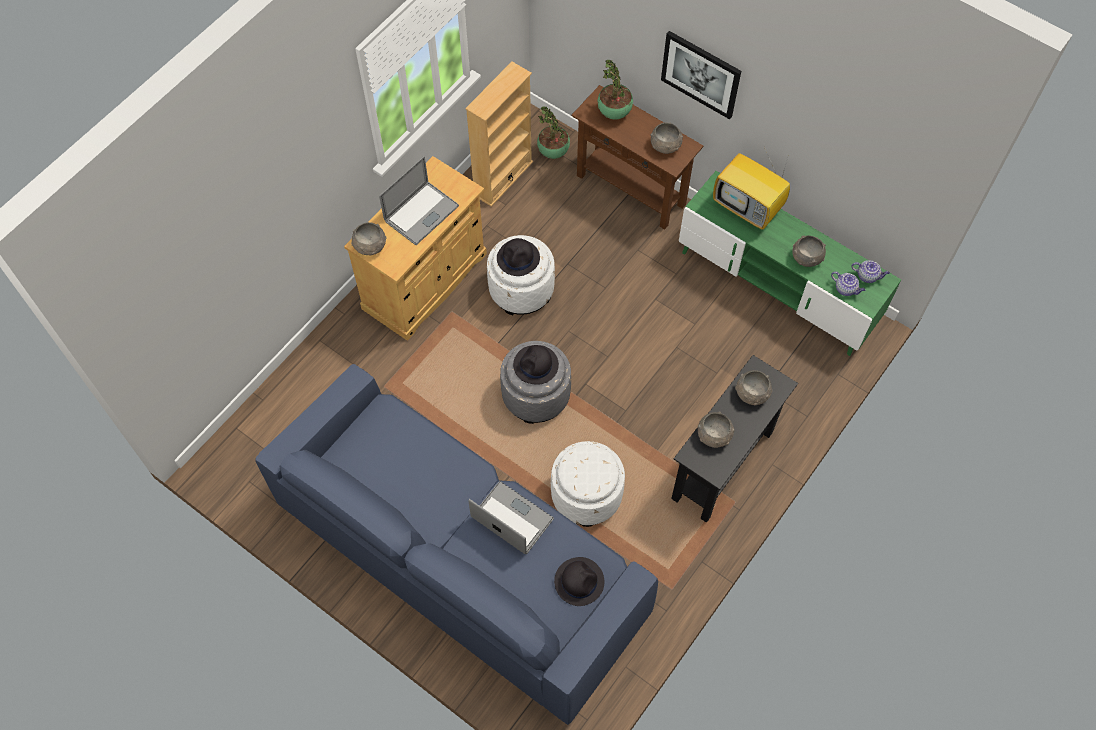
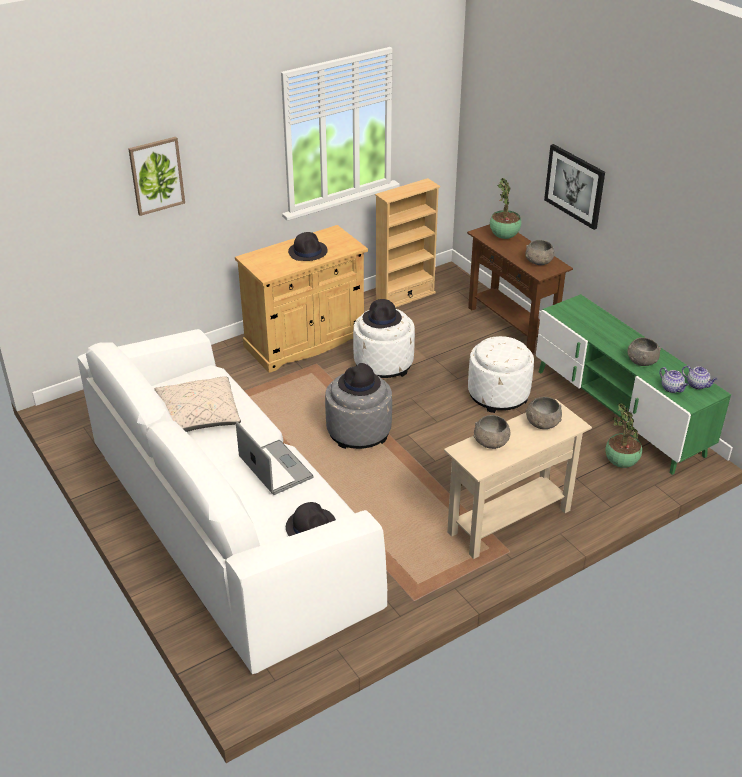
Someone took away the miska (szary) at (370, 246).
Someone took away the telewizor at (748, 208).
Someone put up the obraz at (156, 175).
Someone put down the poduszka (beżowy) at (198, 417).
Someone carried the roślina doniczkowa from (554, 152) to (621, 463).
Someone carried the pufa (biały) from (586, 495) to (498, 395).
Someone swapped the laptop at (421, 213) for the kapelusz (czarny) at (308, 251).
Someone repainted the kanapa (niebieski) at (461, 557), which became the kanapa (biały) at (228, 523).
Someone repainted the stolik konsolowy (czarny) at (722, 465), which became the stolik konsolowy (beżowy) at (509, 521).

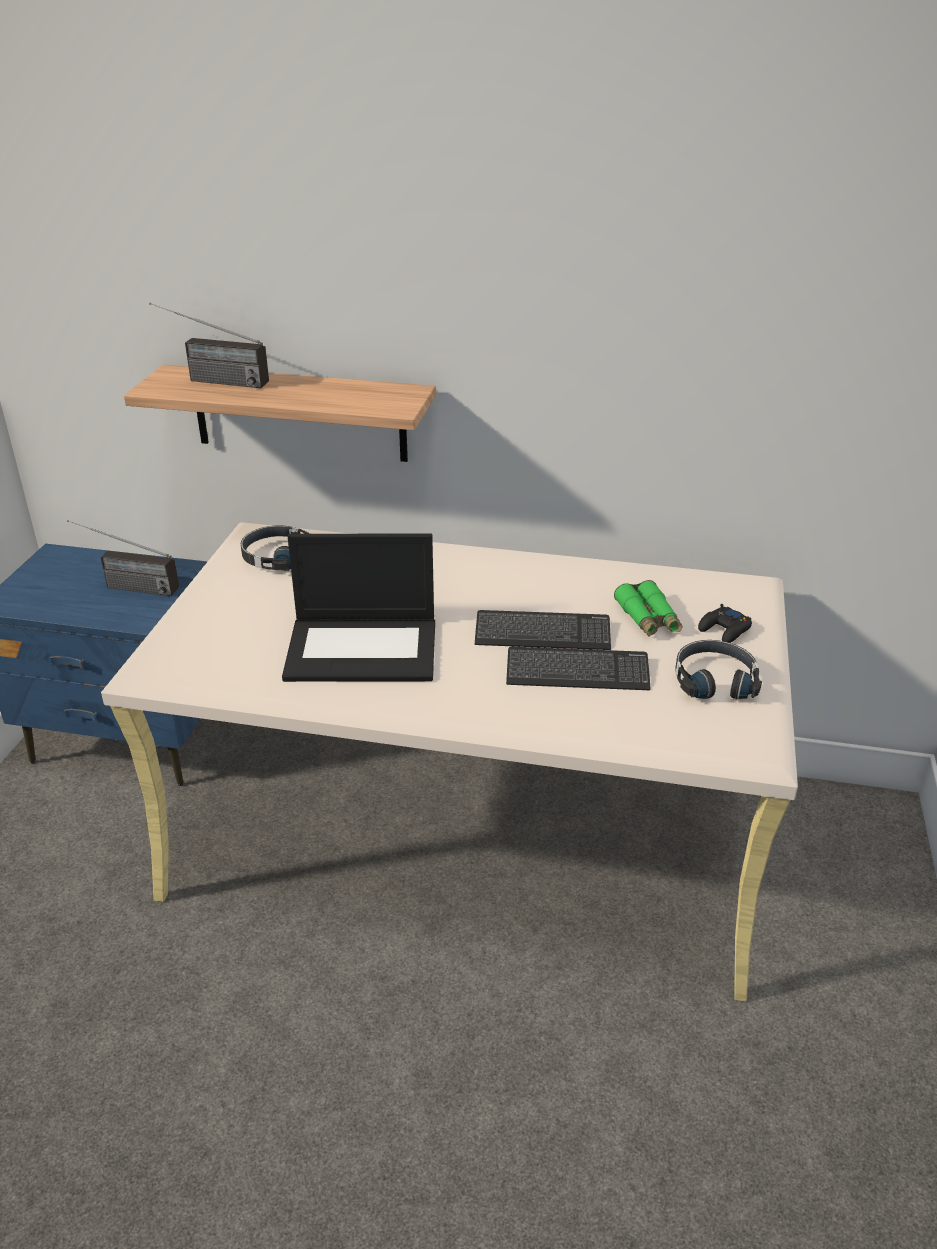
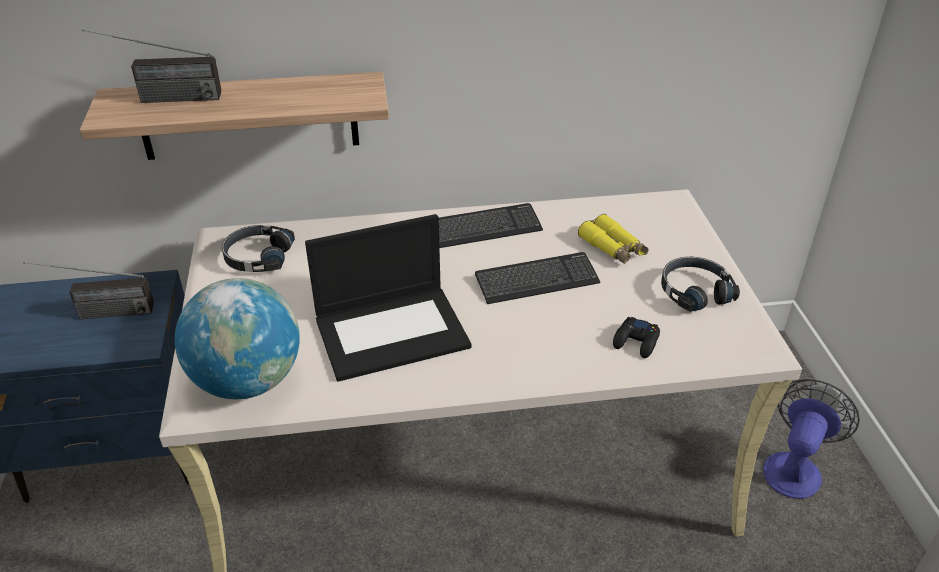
Someone put down the globus at (248, 381).
Someone put down the wentylator at (795, 467).
Someone carried the klawiatura from (577, 672) to (484, 228).
Someone carried the pad do gier (czarny) from (724, 630) to (636, 342).
Someone repainted the lornetka (zielony) at (648, 619), which became the lornetka (żółty) at (612, 248).

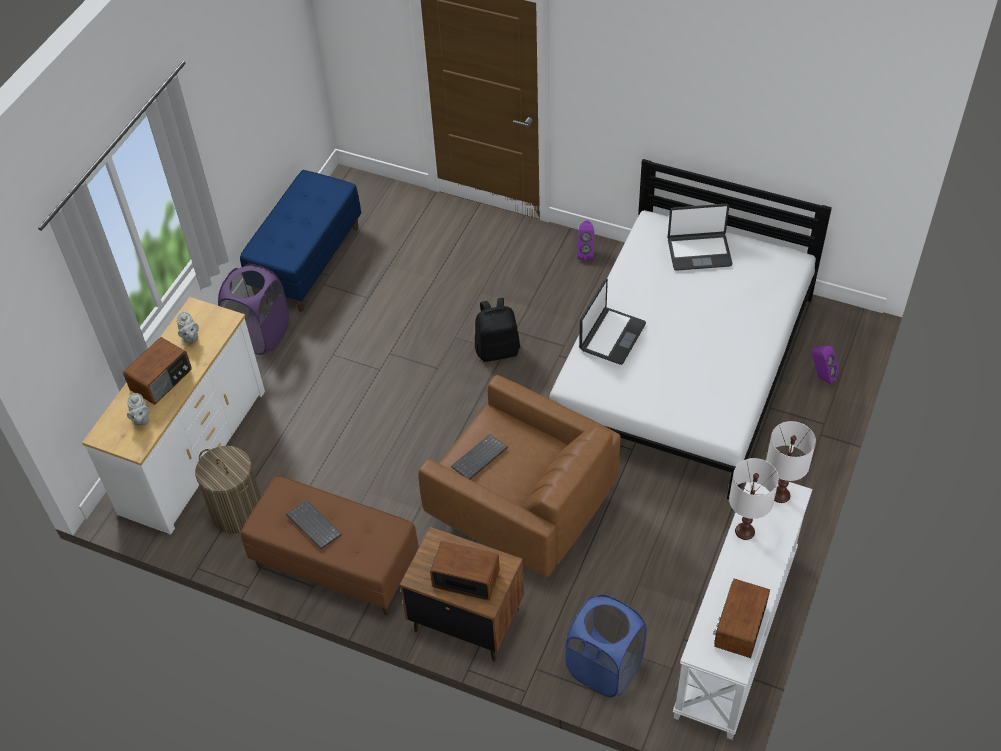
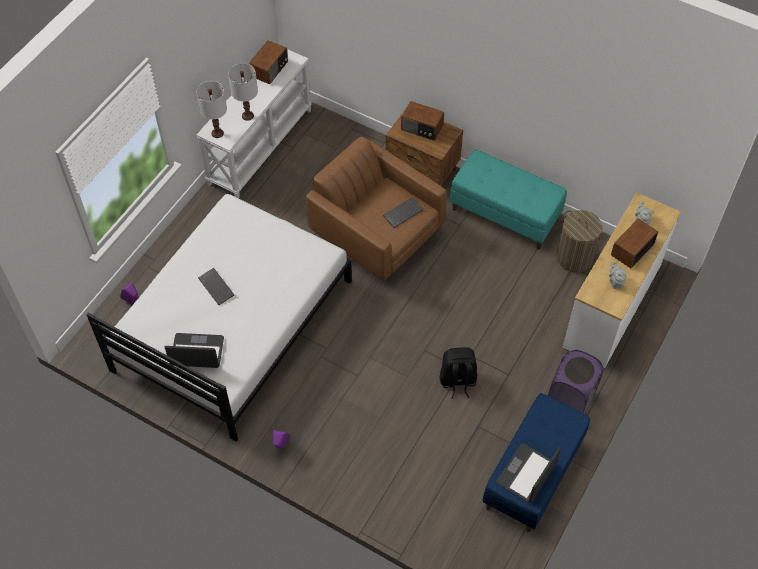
Someone took away the kosz na pranie (niebieski) at (604, 667).
Someone carried the klawiatura from (312, 525) to (217, 287).
Someone carried the plecak (czarny) from (497, 349) to (457, 381).
Someone carried the laptop from (611, 336) to (526, 474).
Someone repainted the ławka (brązowy) at (335, 565), which became the ławka (turkusowy) at (505, 214).

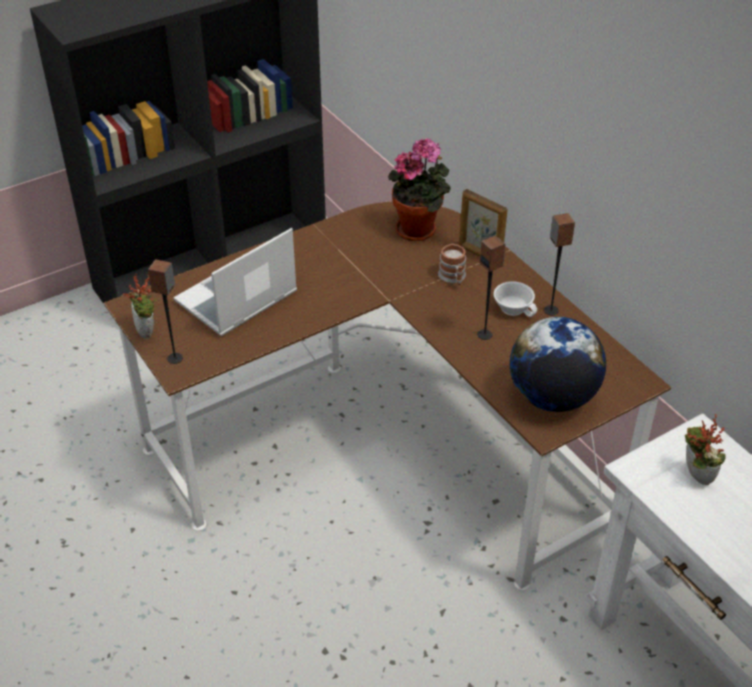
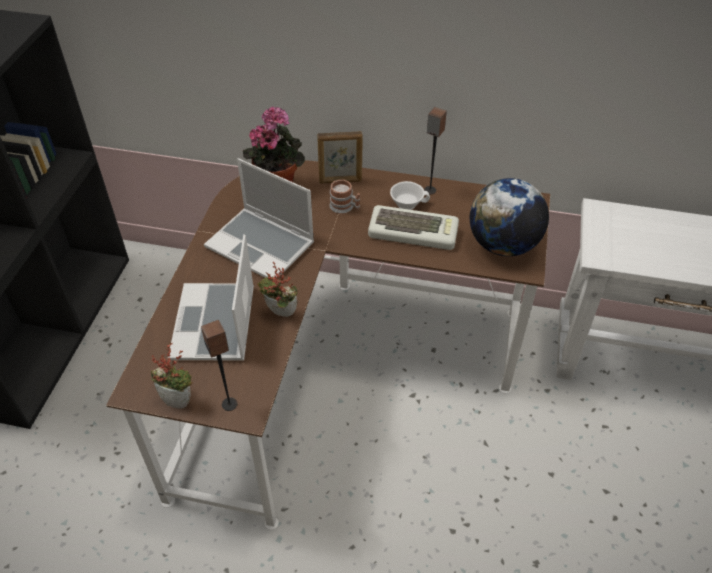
Someone put down the laptop at (262, 245).
Someone carried the roślina doniczkowa from (694, 476) to (280, 314).
Someone swapped the głośnik at (485, 334) for the klawiatura at (414, 232).

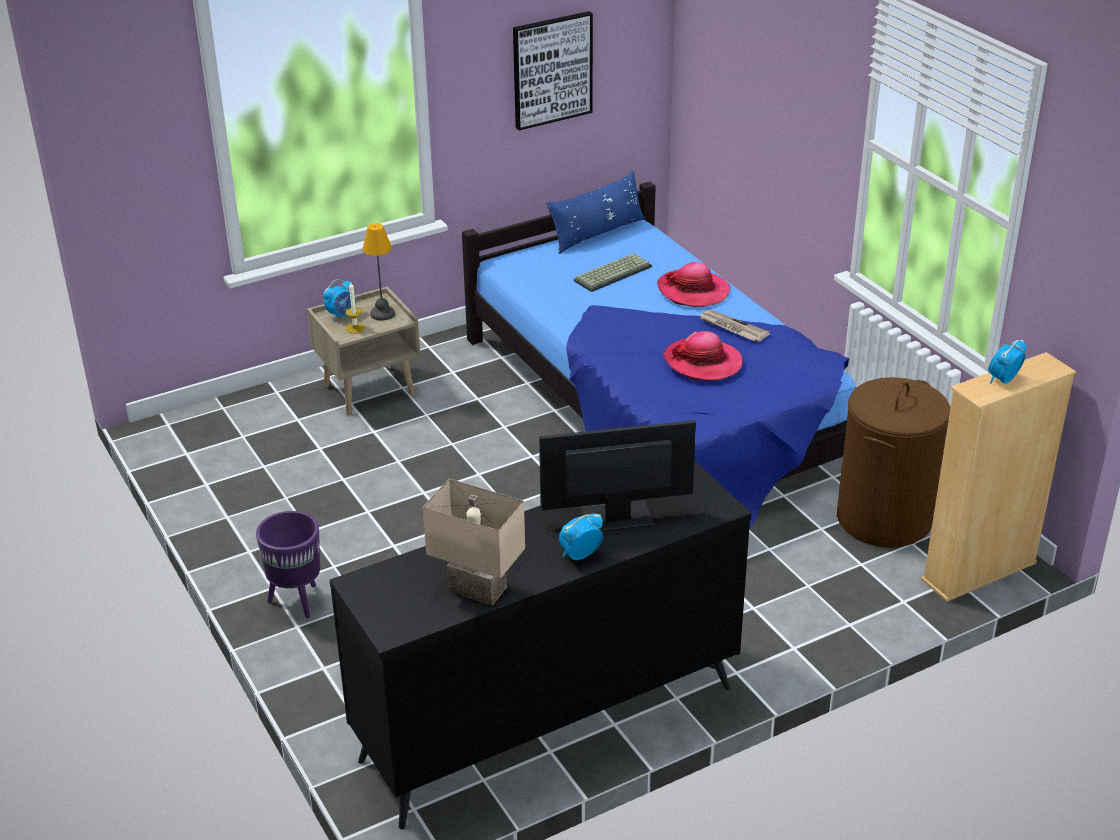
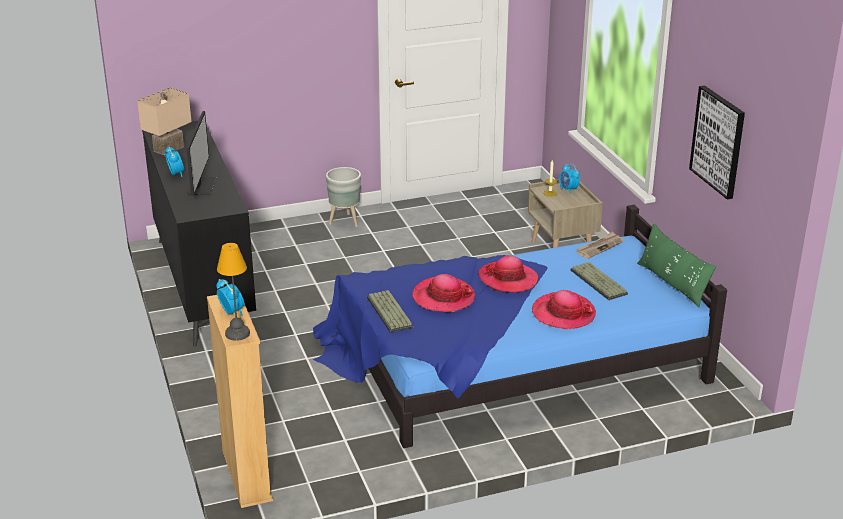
Someone took away the kosz na pranie (brązowy) at (884, 519).
Someone put down the klawiatura at (391, 312).
Someone put down the kapelusz at (508, 279).
Someone carried the lampa stołowa from (382, 313) to (238, 333).
Someone carried the gazeta from (732, 328) to (599, 247).
Someone repainted the donica (fioletowy) at (296, 601), which became the donica (szary) at (345, 221).
Someone repainted the poduszka (niebieski) at (597, 234), which became the poduszka (zielony) at (672, 283).

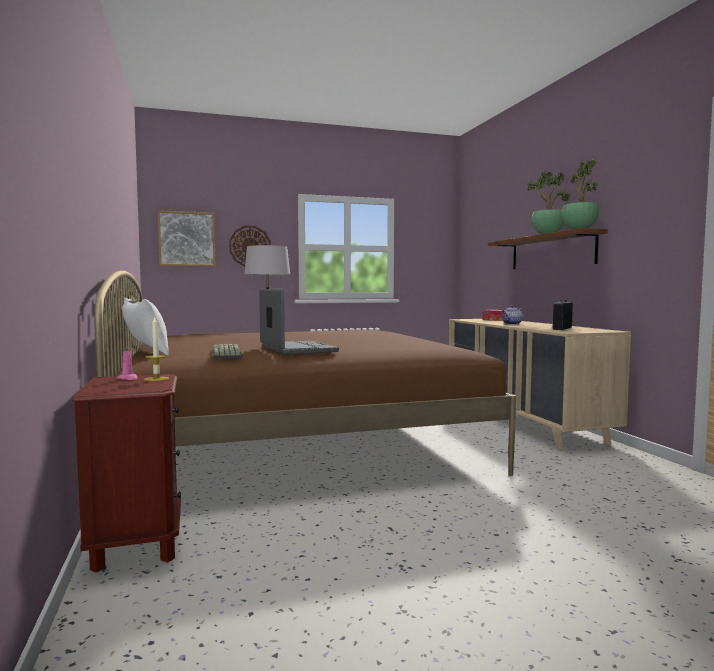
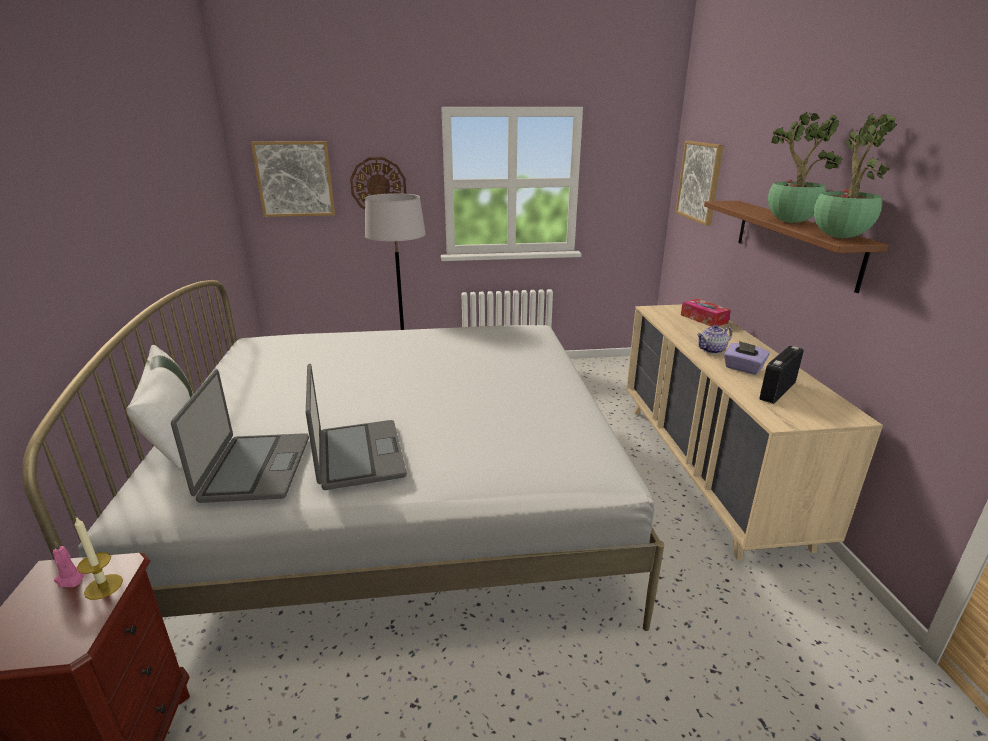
Someone put up the obraz at (699, 181).
Someone put down the pudełko chusteczek (fioletowy) at (743, 368).
Someone swapped the klawiatura at (225, 353) for the laptop at (254, 468).
Someone repainted the łóżko (brązowy) at (295, 443), which became the łóżko (biały) at (399, 500).

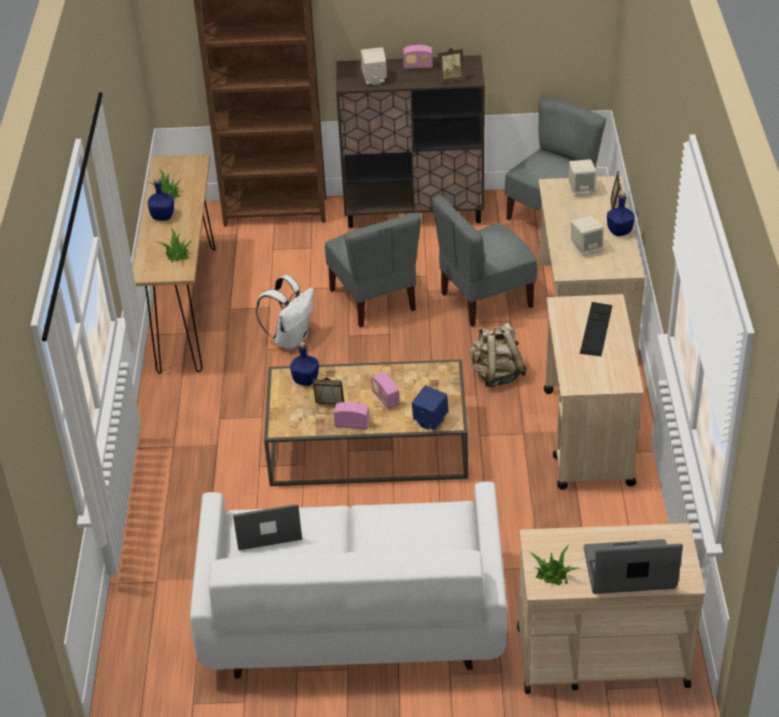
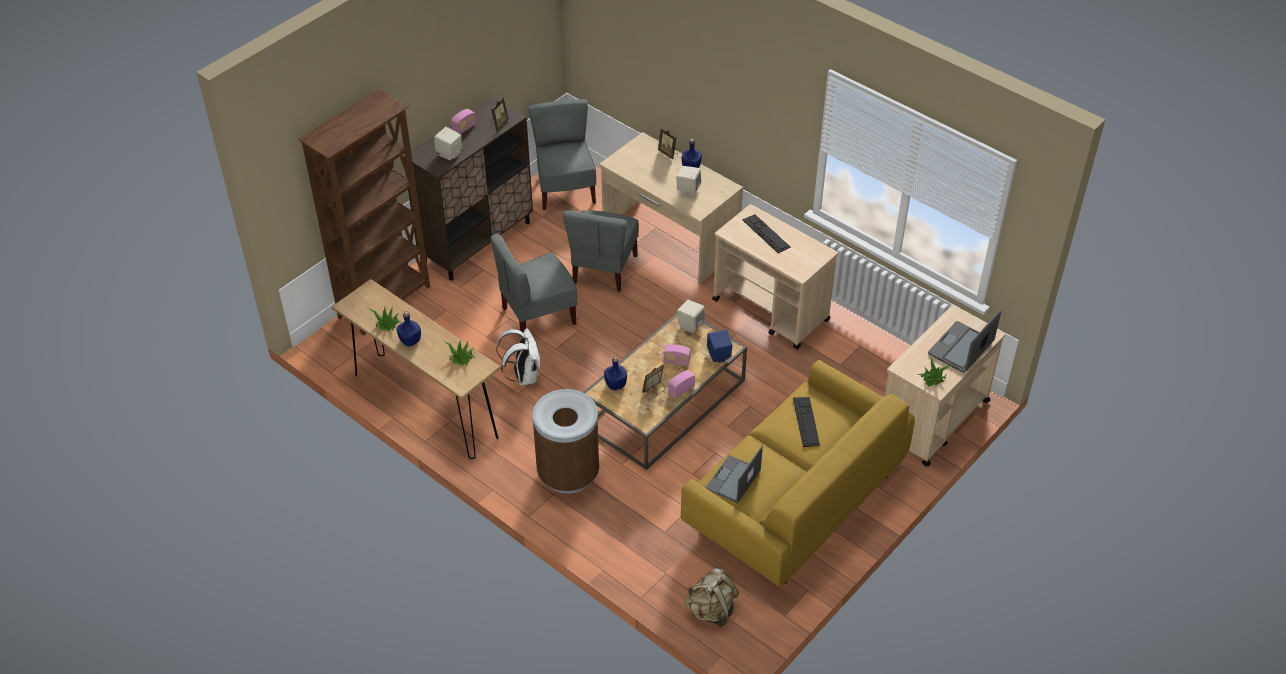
Someone put down the kosz na śmieci (brązowy) at (568, 473).
Someone put down the klawiatura at (806, 421).
Someone carried the plecak (beżowy) from (496, 374) to (711, 611).
Someone carried the głośnik (beżowy) from (581, 189) to (690, 325).
Someone repainted the kanapa (biały) at (352, 616), which became the kanapa (żółty) at (794, 500).
Someone rotated the krzesło (szary) at (374, 300) by 135 degrees clockwise.

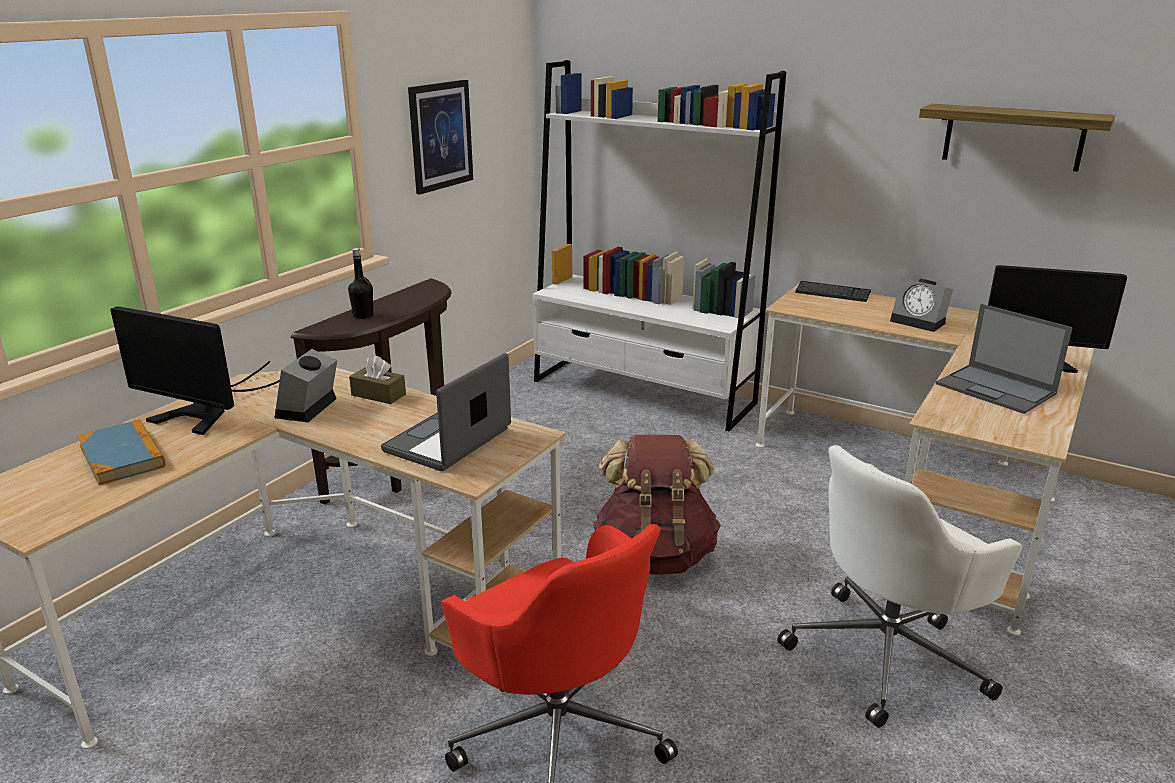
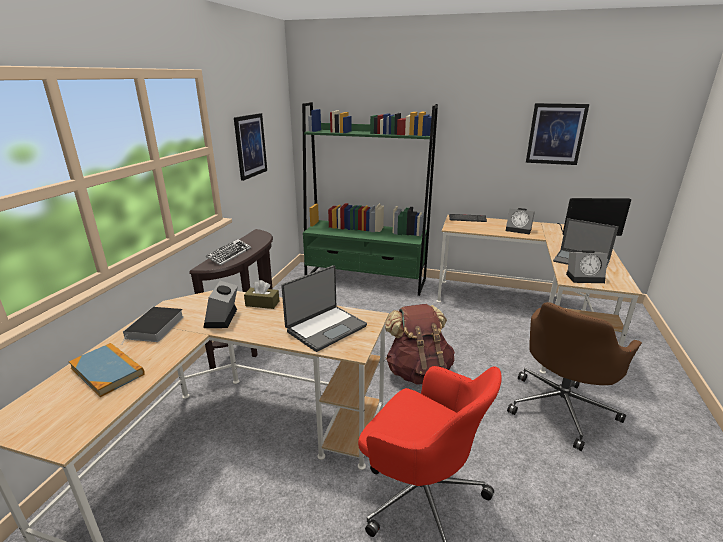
Someone put down the budzik at (585, 277).
Someone swapped the monitor at (210, 410) for the książka at (155, 328).
Someone swapped the butelka (czarny) at (363, 315) for the klawiatura at (229, 255).
Someone swapped the półka at (1013, 137) for the obraz at (555, 134).
Someone repainted the regał (biały) at (643, 392), which became the regał (zielony) at (365, 279).
Someone repainted the krzesło biurowe (biały) at (888, 654), which became the krzesło biurowe (brązowy) at (561, 407).
Someone rotated the laptop at (449, 441) by 150 degrees counterclockwise.

